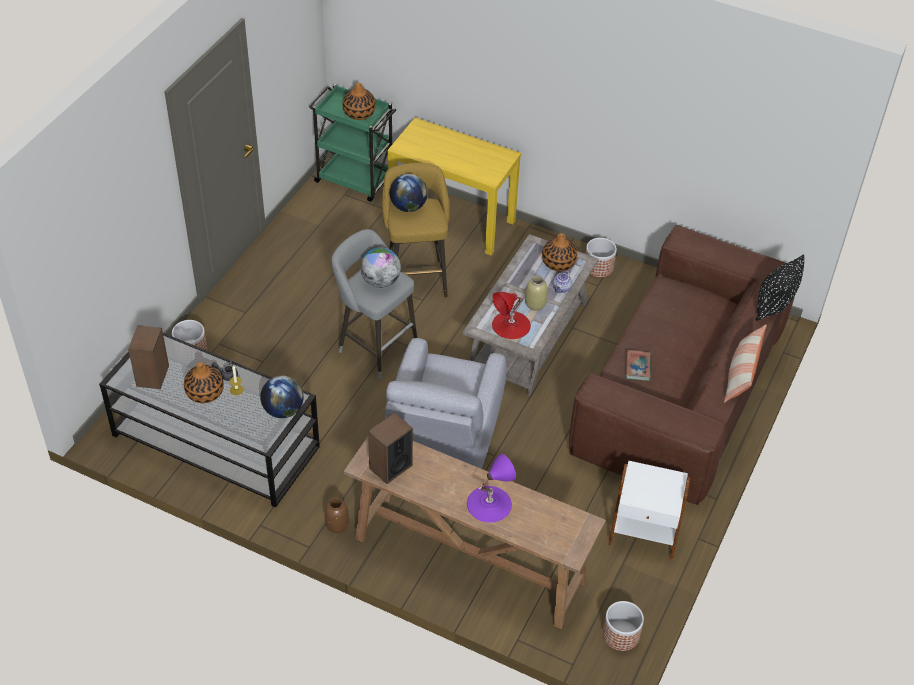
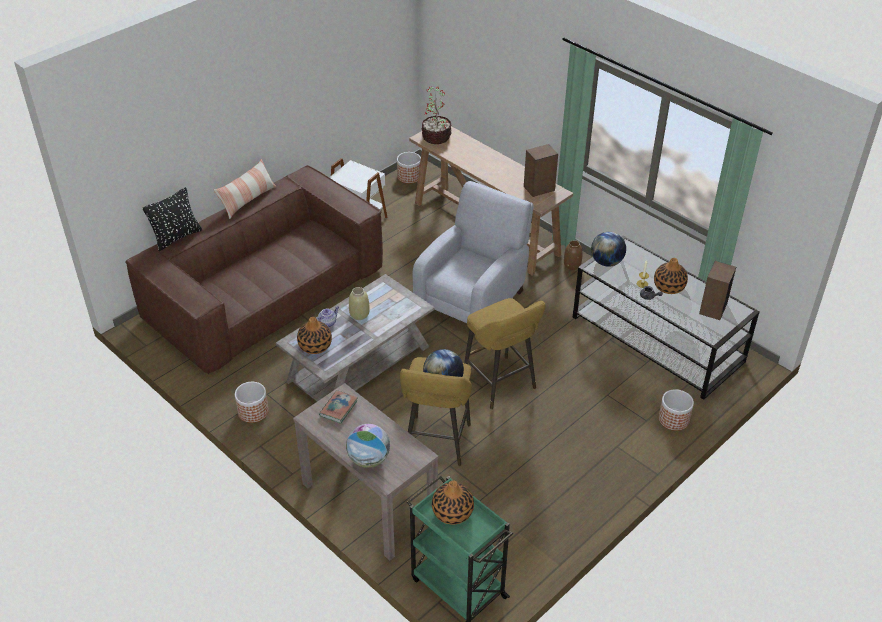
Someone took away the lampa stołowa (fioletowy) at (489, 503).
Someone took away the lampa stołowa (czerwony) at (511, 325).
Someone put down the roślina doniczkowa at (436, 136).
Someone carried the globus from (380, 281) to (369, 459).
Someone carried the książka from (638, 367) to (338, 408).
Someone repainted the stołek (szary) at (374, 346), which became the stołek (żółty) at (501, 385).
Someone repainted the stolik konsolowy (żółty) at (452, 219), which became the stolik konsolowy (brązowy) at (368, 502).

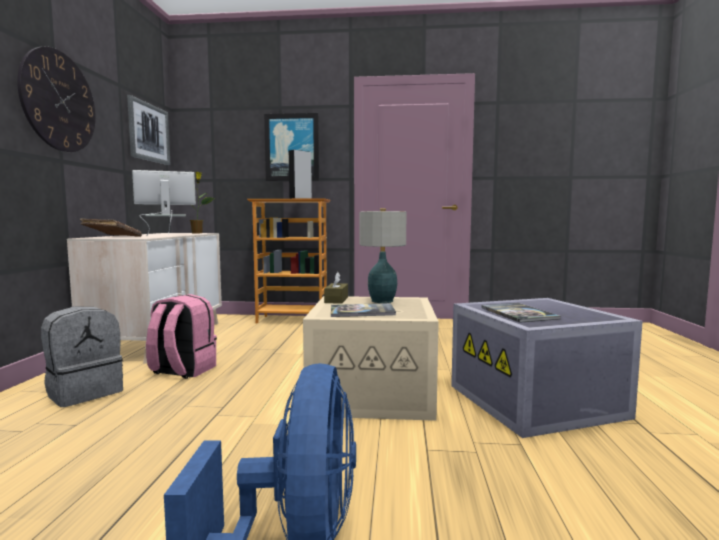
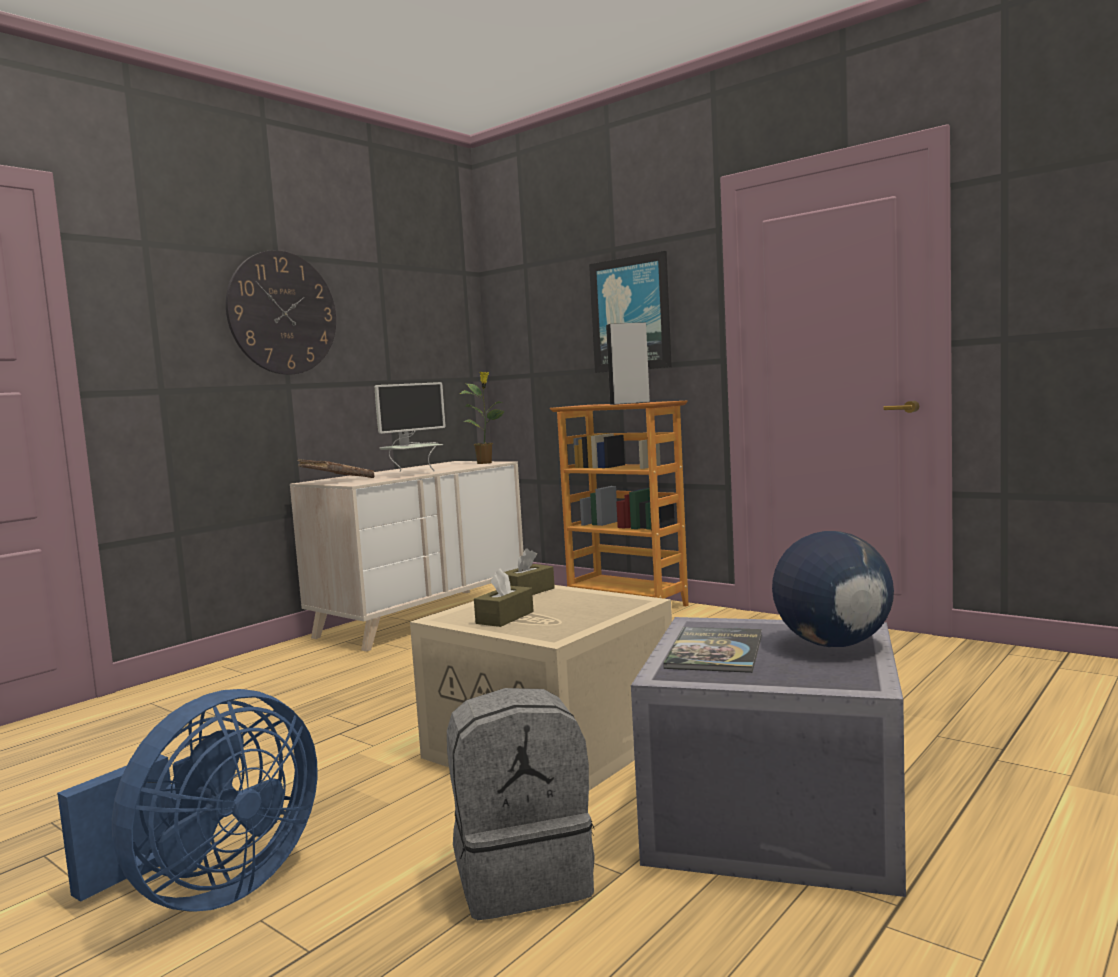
Someone took away the obraz at (149, 132).
Someone took away the plecak (różowy) at (182, 371).
Someone took away the lampa stołowa at (382, 301).
Someone put down the globus at (832, 644).
Someone carried the plecak (szary) from (85, 392) to (523, 877).
Someone swapped the książka at (362, 311) for the pudełko chusteczek (brązowy) at (505, 617).
Someone rotated the monitor at (166, 235) by 120 degrees clockwise.

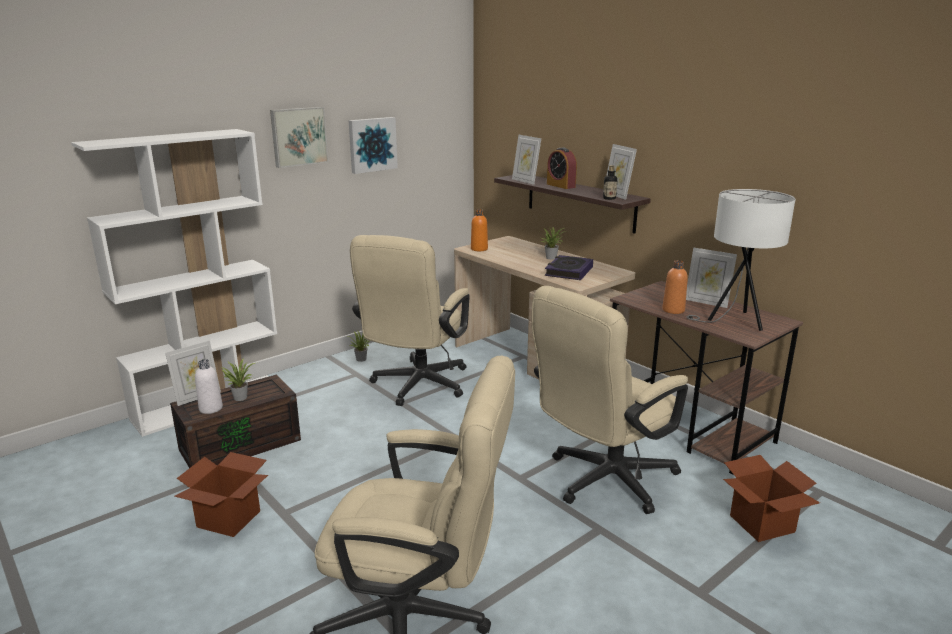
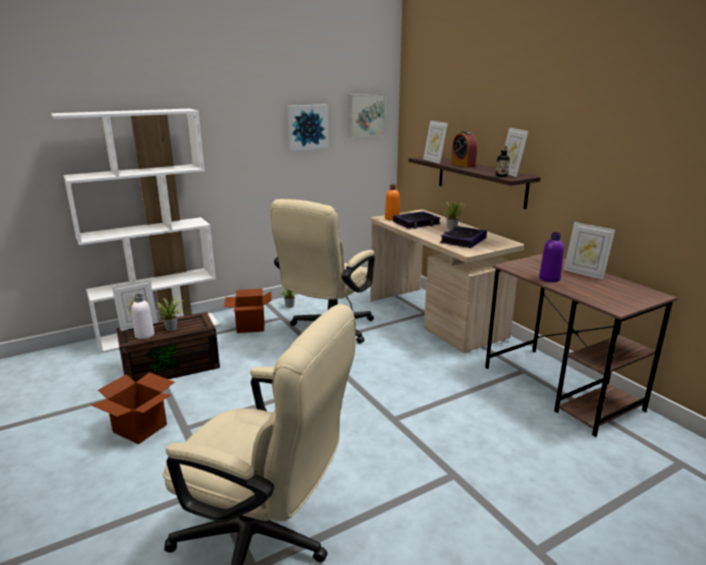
Someone took away the krzesło biurowe (beżowy) at (603, 482).
Someone took away the lampa stołowa (biały) at (734, 321).
Someone put down the książka at (416, 223).
Someone carried the obraz from (298, 136) to (365, 115).
Someone carried the karton from (762, 523) to (251, 326).
Someone repainted the butelka (pomarańczowy) at (673, 310), which became the butelka (fioletowy) at (549, 279).

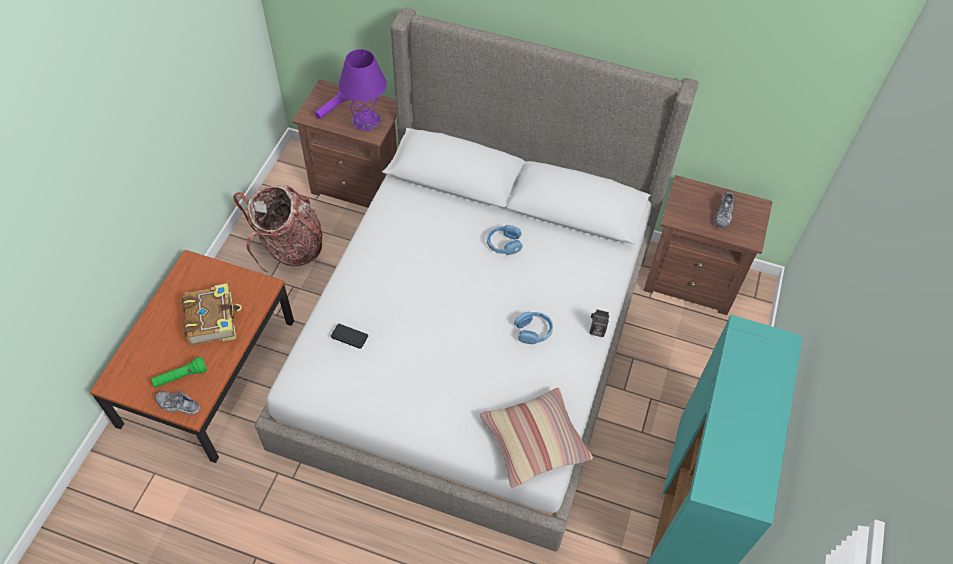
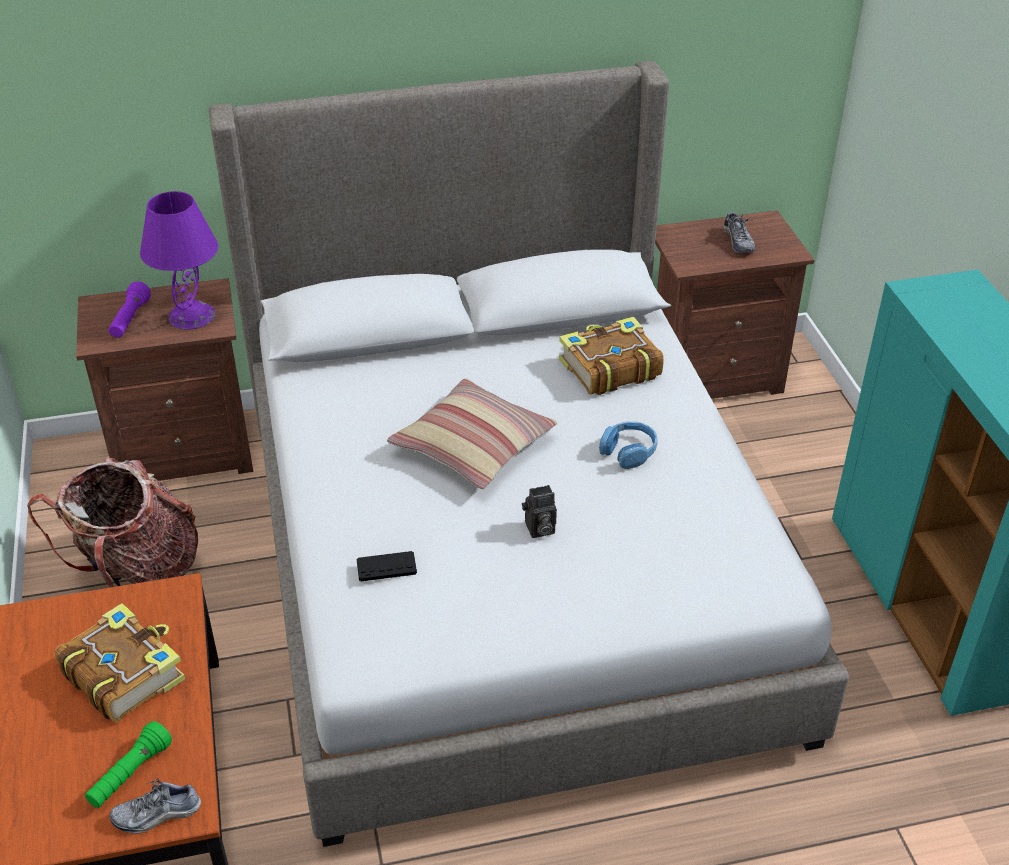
Someone took away the słuchawki (niebieski) at (504, 244).
Someone put down the książka at (608, 368).
Someone carried the poduszka from (534, 441) to (473, 446).
Someone carried the aparat fotograficzny from (596, 330) to (539, 529).

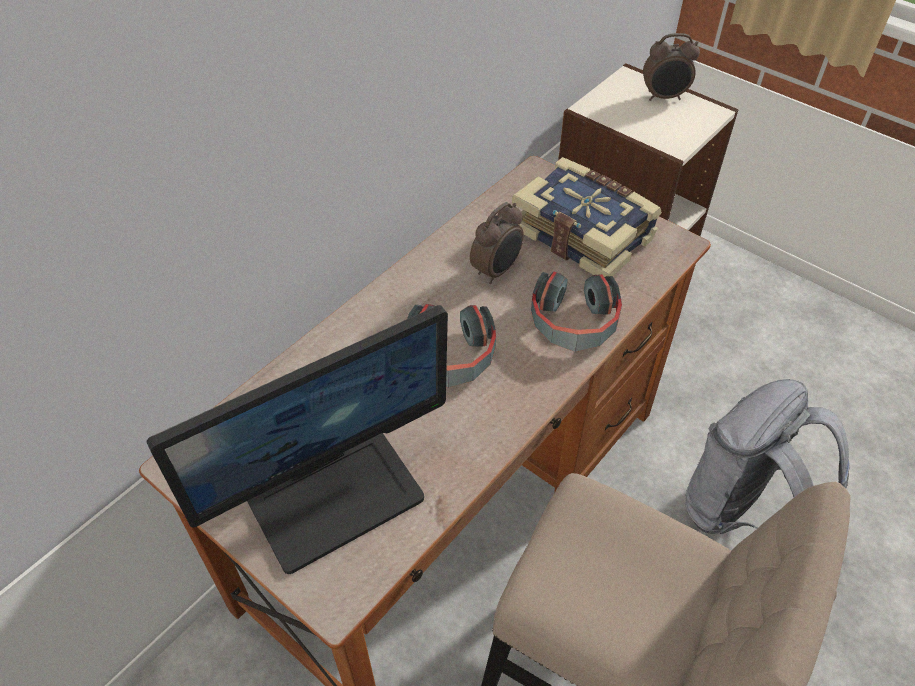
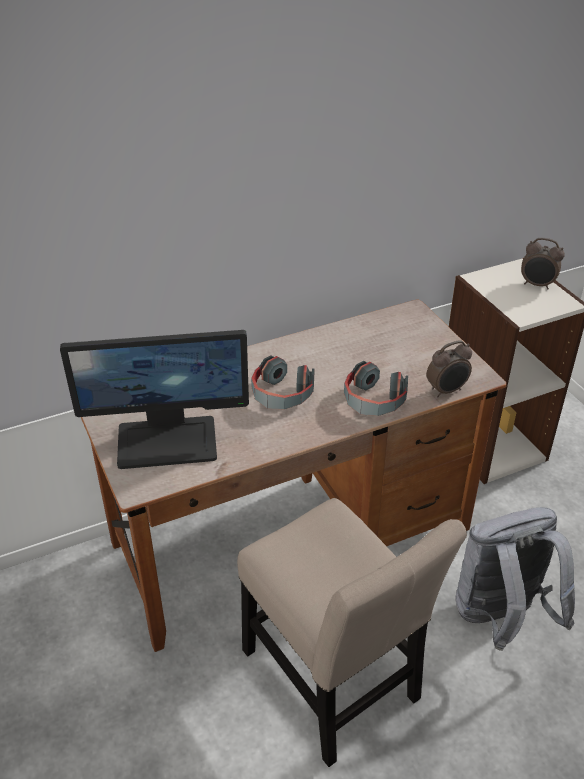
Someone took away the książka at (584, 233).
Someone carried the budzik from (497, 271) to (447, 391).

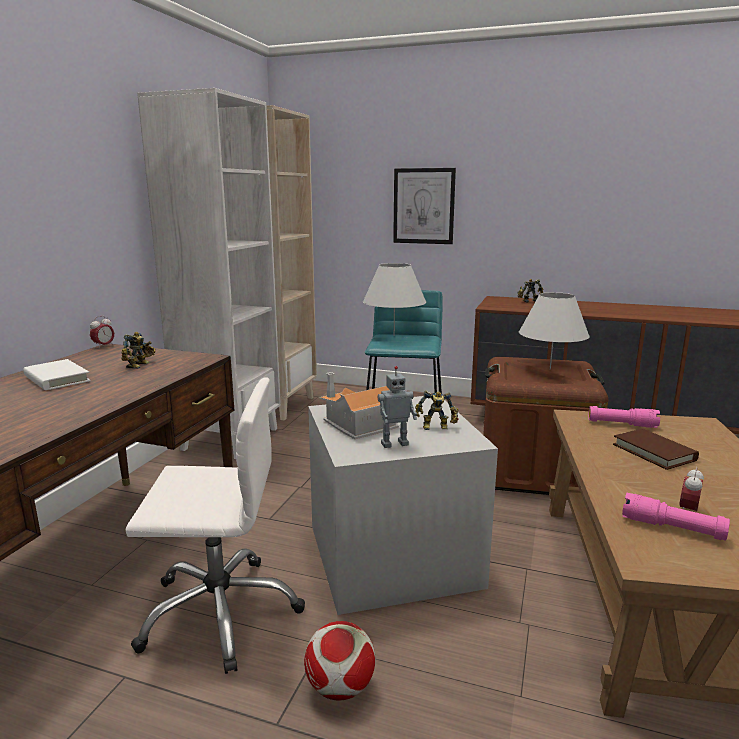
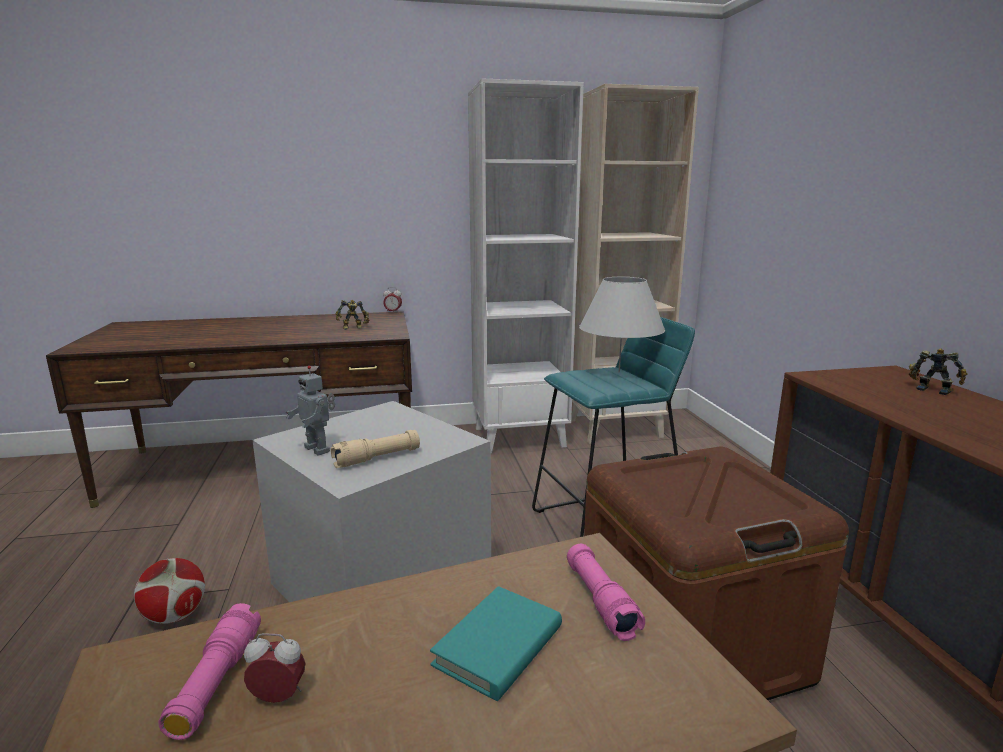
Someone took away the książka (biały) at (57, 379).
Someone took away the krzesło biurowe (biały) at (220, 611).
Someone took away the domek at (357, 425).
Someone took away the obraz at (423, 206).
Someone took away the lampa stołowa (biały) at (550, 369).
Someone swapped the robot zabawkowy at (436, 428) for the latarka (beżowy) at (377, 458).
Someone repainted the książka (brązowy) at (654, 452), which became the książka (turkusowy) at (498, 646).

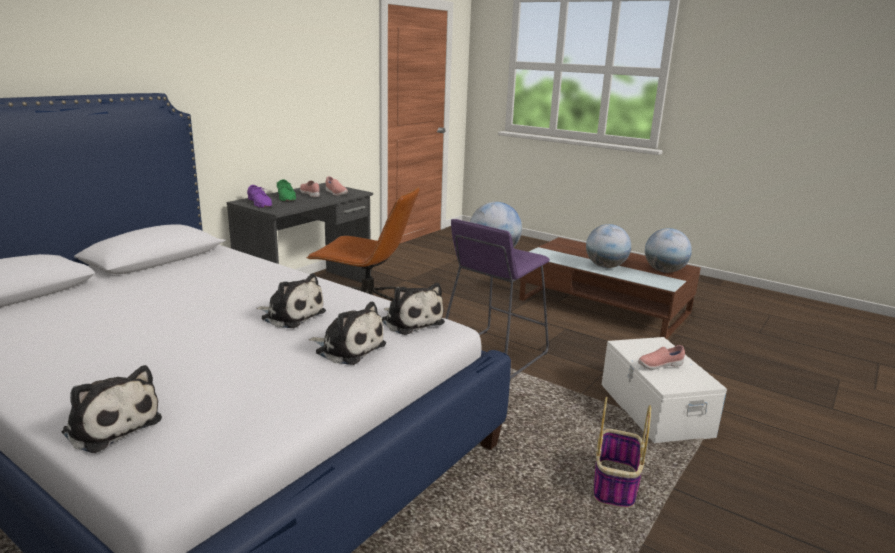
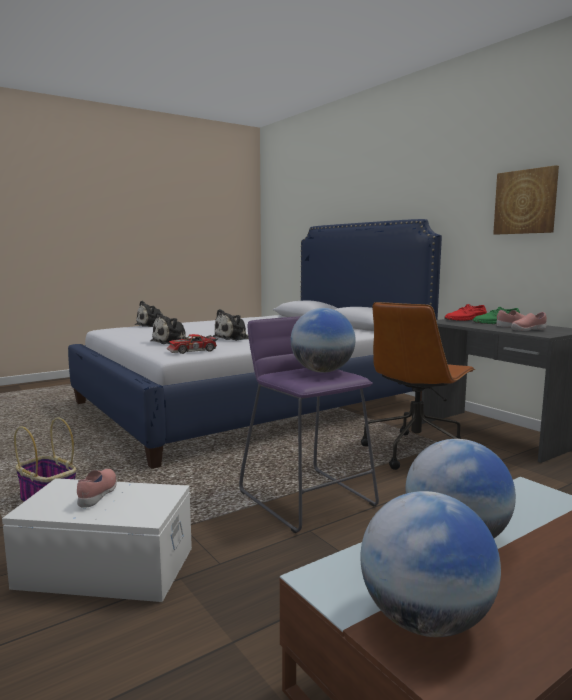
Someone put up the obraz at (525, 202).
Someone swapped the pluszak at (410, 321) for the samochodzik at (193, 351).
Someone repainted the but (fioletowy) at (260, 203), which became the but (czerwony) at (466, 319).

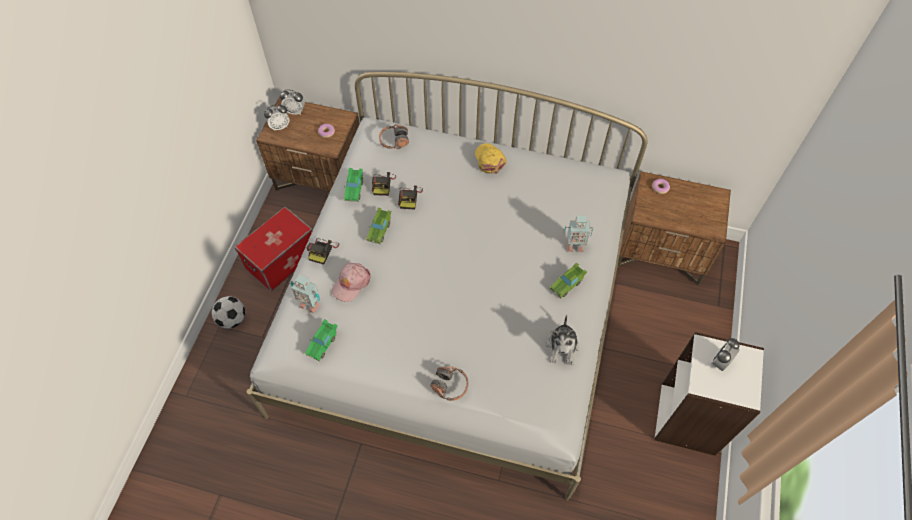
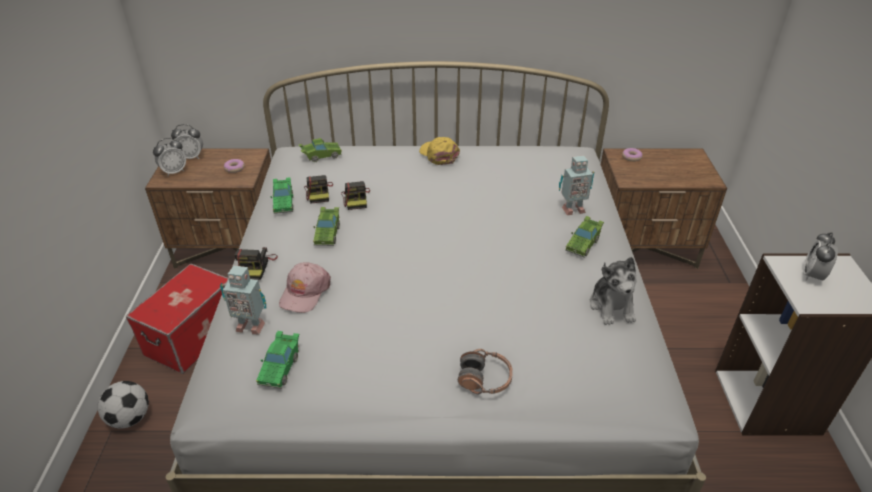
Someone swapped the słuchawki at (394, 141) for the samochodzik (zielony) at (321, 156).

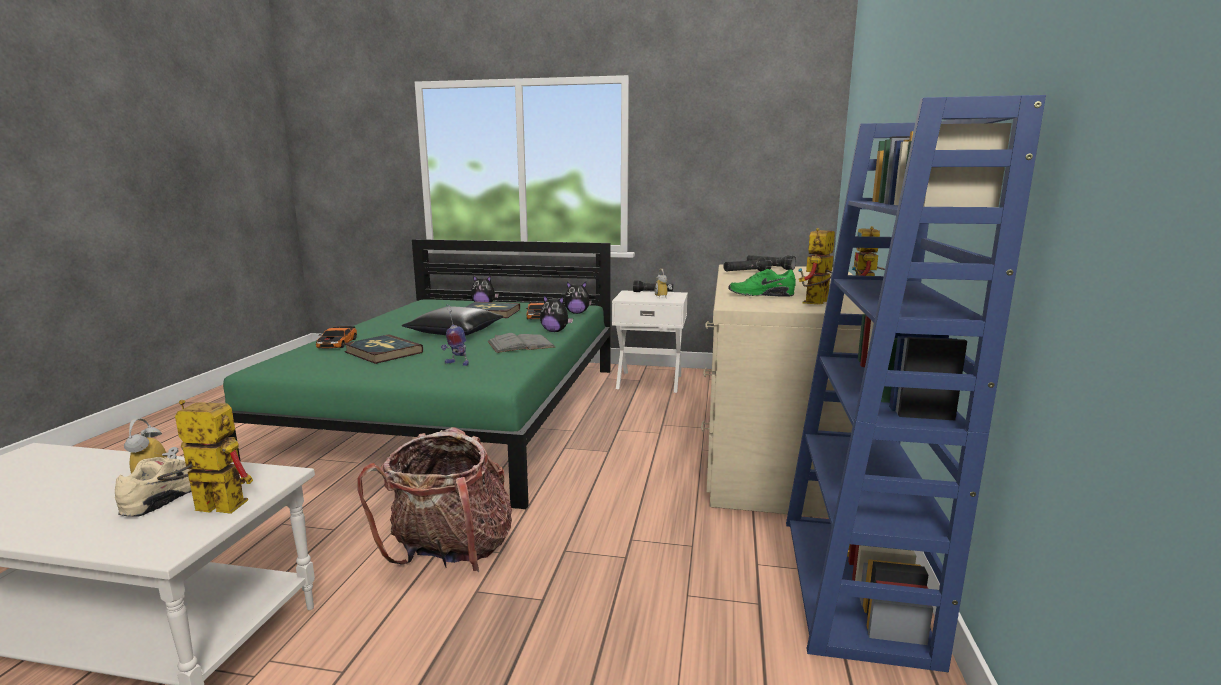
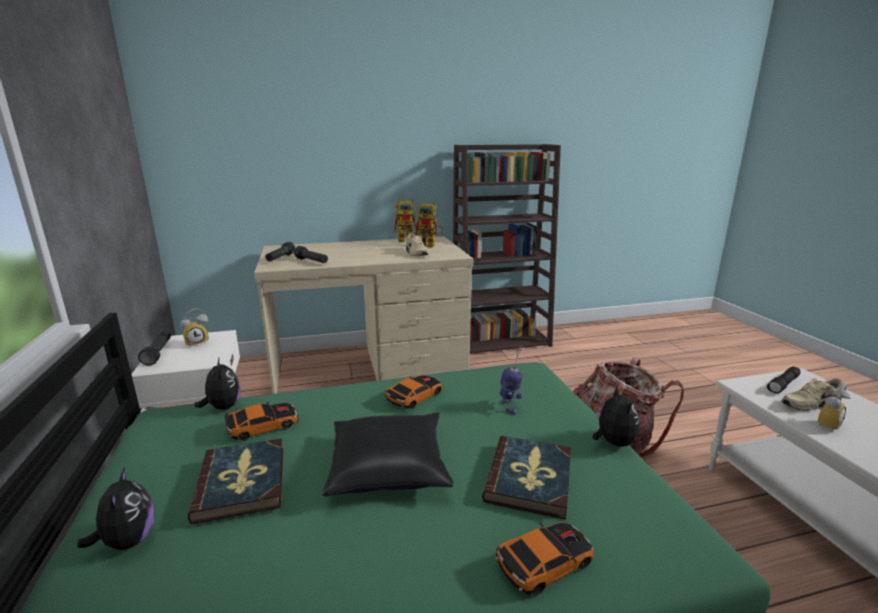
Someone carried the pluszak from (555, 331) to (612, 442).
Someone swapped the robot zabawkowy at (209, 507) for the latarka (czarny) at (783, 385).
Someone swapped the książka (szary) at (520, 344) for the samochodzik at (414, 395).
Someone repainted the but (zielony) at (760, 295), which became the but (beżowy) at (416, 253).
Someone repainted the regał (niebieski) at (855, 586), which became the regał (brązowy) at (501, 341).

